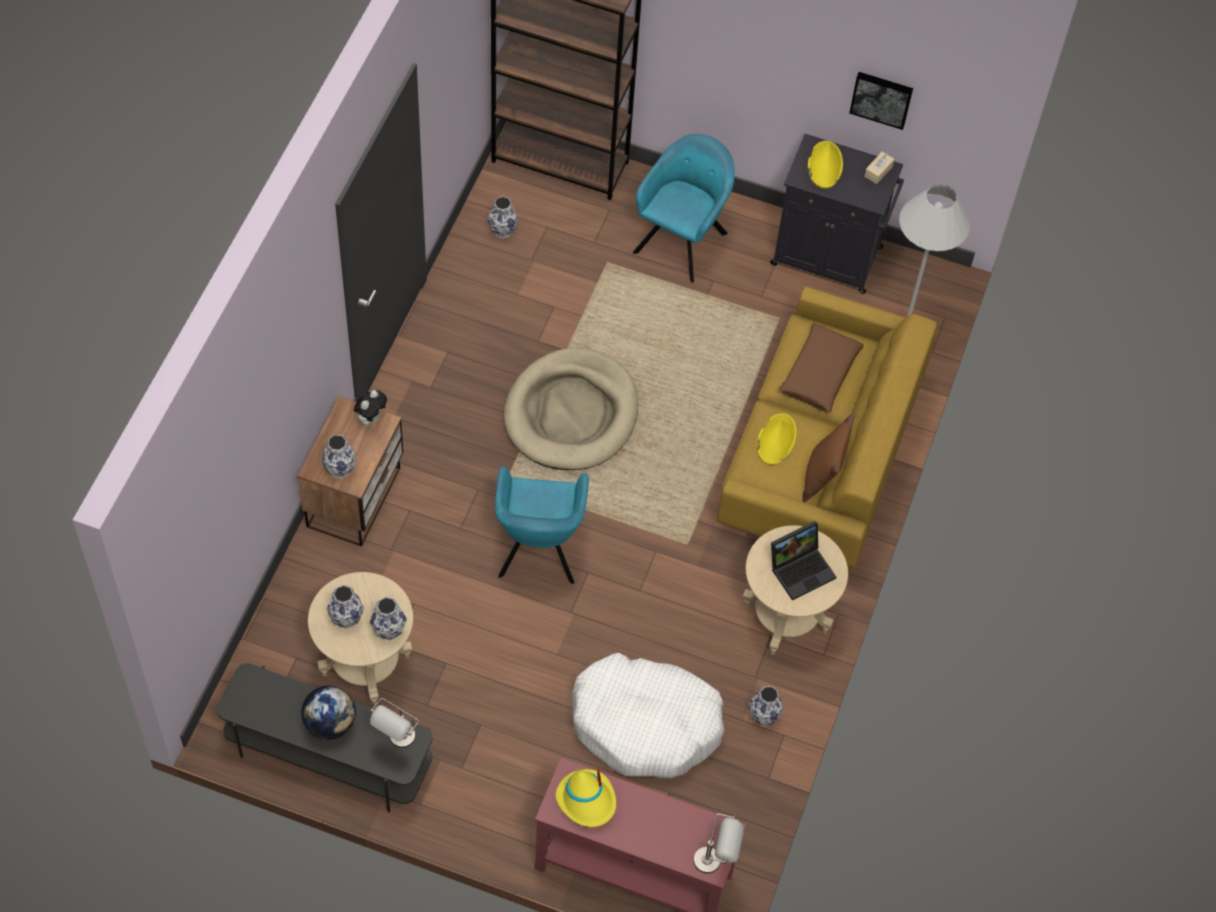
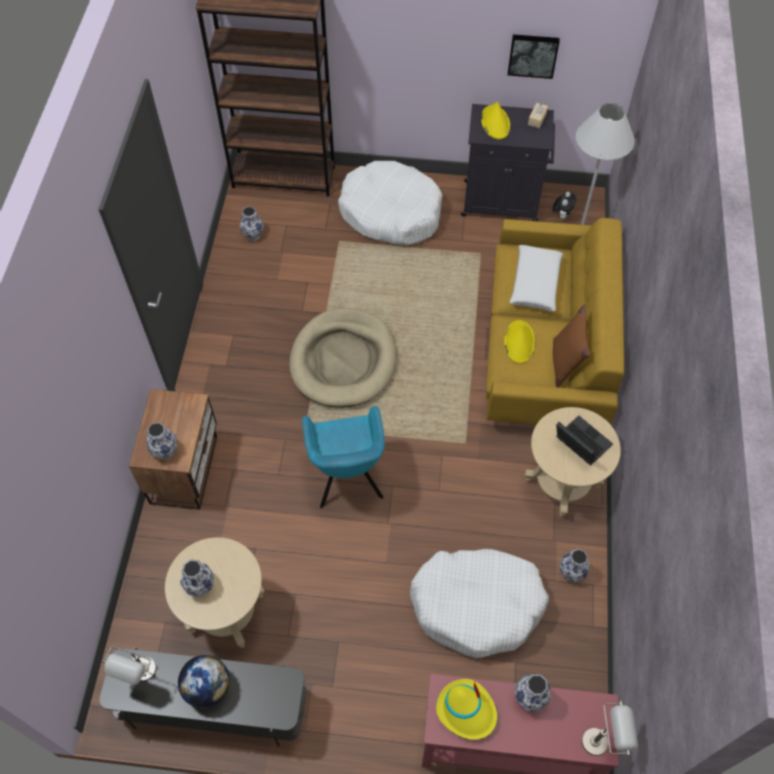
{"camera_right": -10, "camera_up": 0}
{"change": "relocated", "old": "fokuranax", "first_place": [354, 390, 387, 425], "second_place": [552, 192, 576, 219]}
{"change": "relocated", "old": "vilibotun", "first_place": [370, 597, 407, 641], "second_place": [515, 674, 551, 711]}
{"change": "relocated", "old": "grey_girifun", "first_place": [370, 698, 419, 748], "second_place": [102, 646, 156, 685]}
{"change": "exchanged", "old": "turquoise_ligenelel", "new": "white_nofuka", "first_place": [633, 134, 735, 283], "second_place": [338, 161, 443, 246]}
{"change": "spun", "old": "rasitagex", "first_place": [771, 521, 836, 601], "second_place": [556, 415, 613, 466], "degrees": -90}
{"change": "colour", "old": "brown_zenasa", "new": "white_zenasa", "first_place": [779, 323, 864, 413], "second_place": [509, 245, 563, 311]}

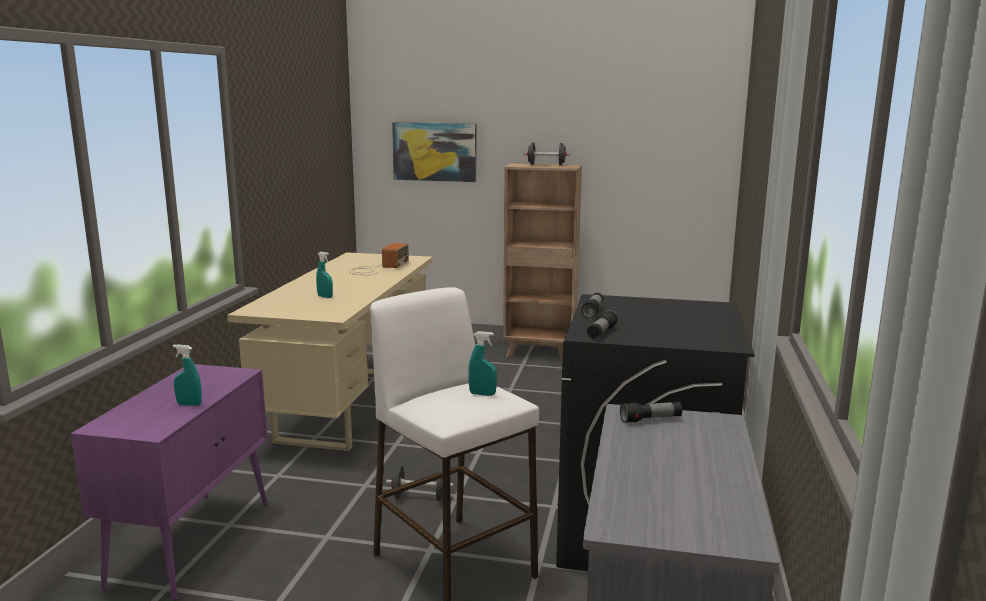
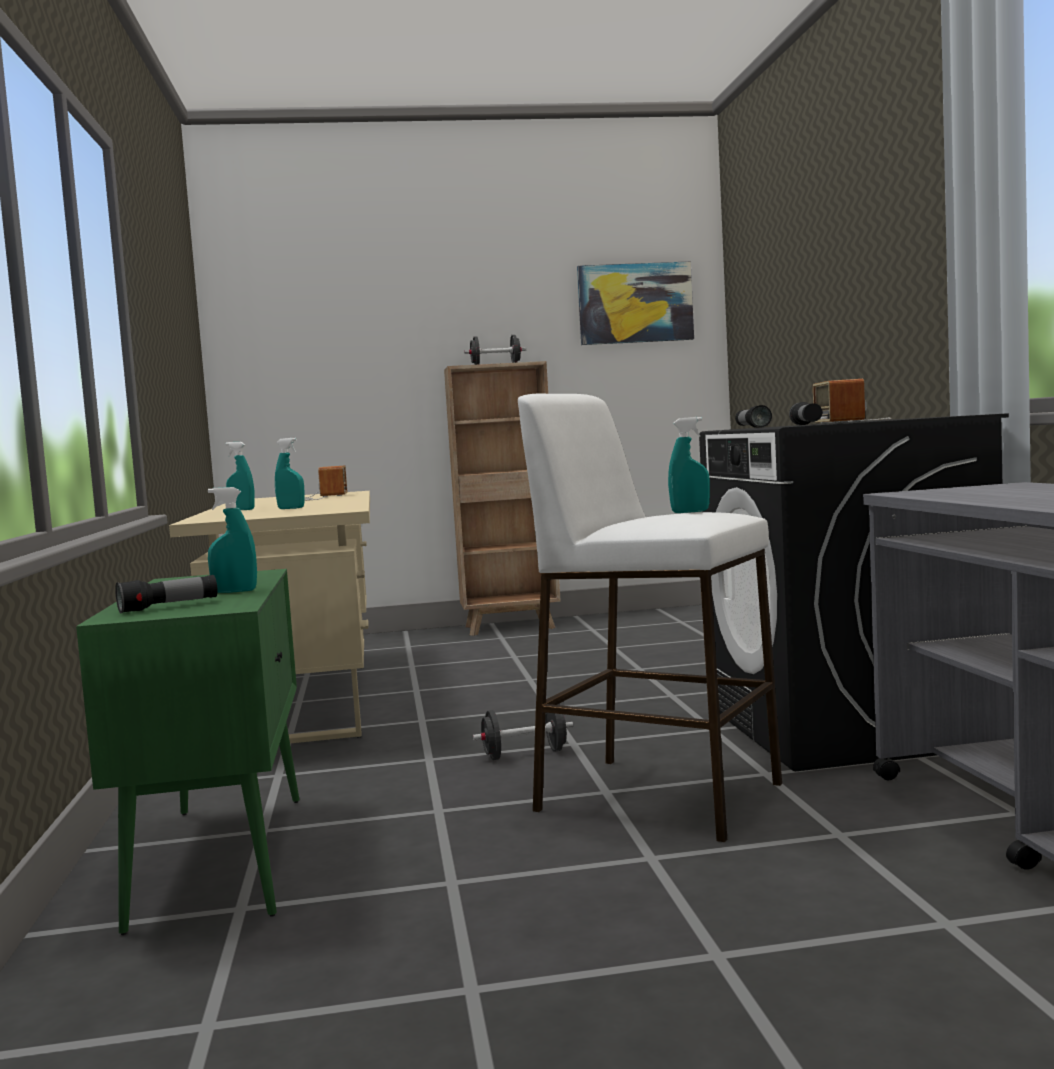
{"camera_right": -20, "camera_up": -10}
{"change": "colour", "old": "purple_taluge", "new": "green_taluge", "first_place": [71, 364, 268, 600], "second_place": [76, 569, 300, 935]}
{"change": "relocated", "old": "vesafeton", "first_place": [392, 122, 476, 182], "second_place": [577, 261, 694, 345]}
{"change": "relocated", "old": "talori", "first_place": [620, 401, 682, 423], "second_place": [115, 575, 217, 614]}
{"change": "appeared", "new": "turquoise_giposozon", "second_place": [226, 442, 254, 510]}
{"change": "appeared", "new": "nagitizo", "second_place": [813, 379, 892, 424]}

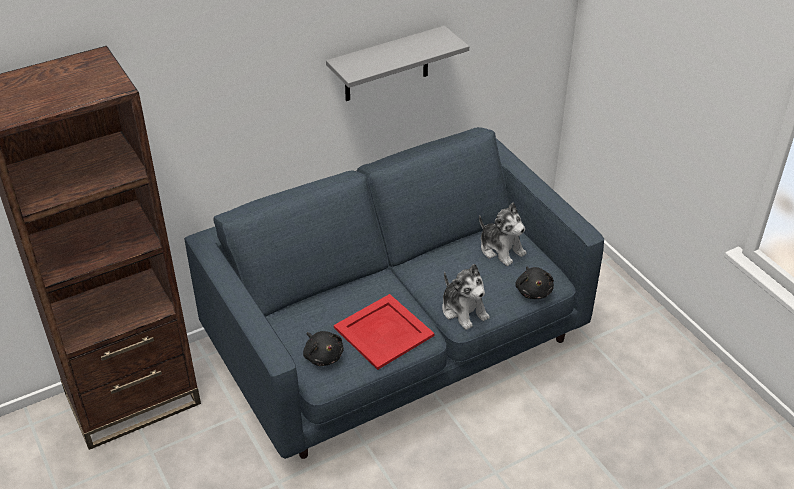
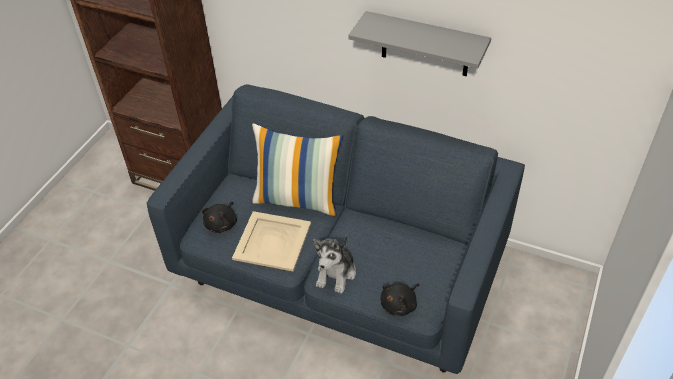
{"camera_right": 55, "camera_up": 5}
{"change": "colour", "old": "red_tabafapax", "new": "beige_tabafapax", "first_place": [334, 294, 434, 370], "second_place": [232, 211, 311, 272]}
{"change": "missing", "old": "fokuranax", "first_place": [479, 203, 527, 266]}
{"change": "appeared", "new": "zenasa", "second_place": [252, 123, 343, 216]}

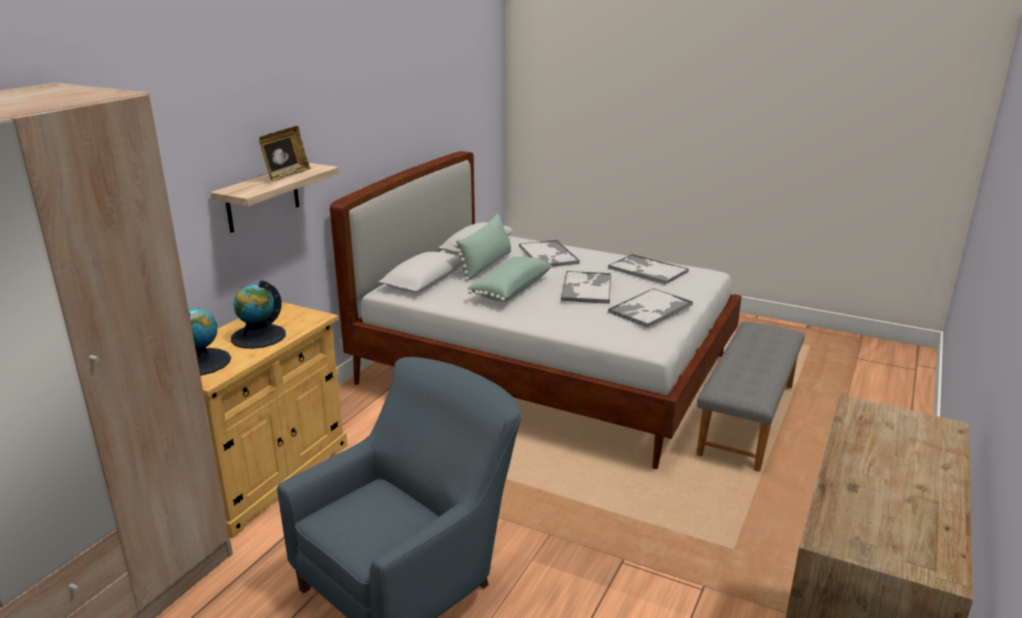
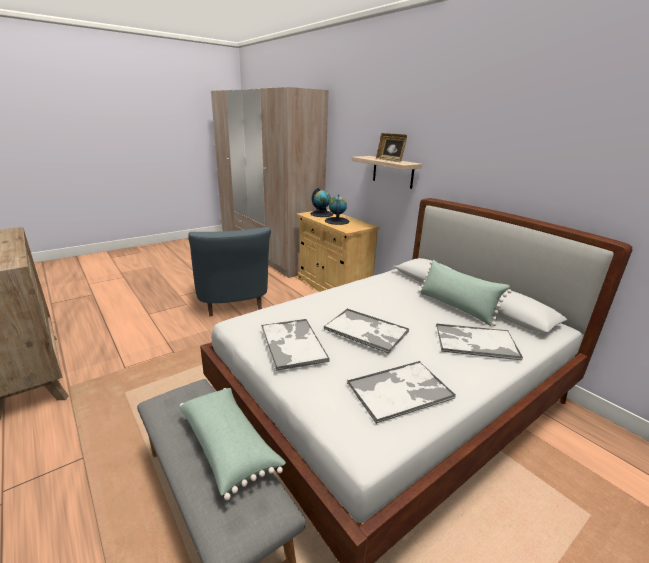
{"camera_right": 115, "camera_up": 0}
{"change": "relocated", "old": "green_zenasa", "first_place": [467, 256, 551, 302], "second_place": [179, 388, 286, 500]}

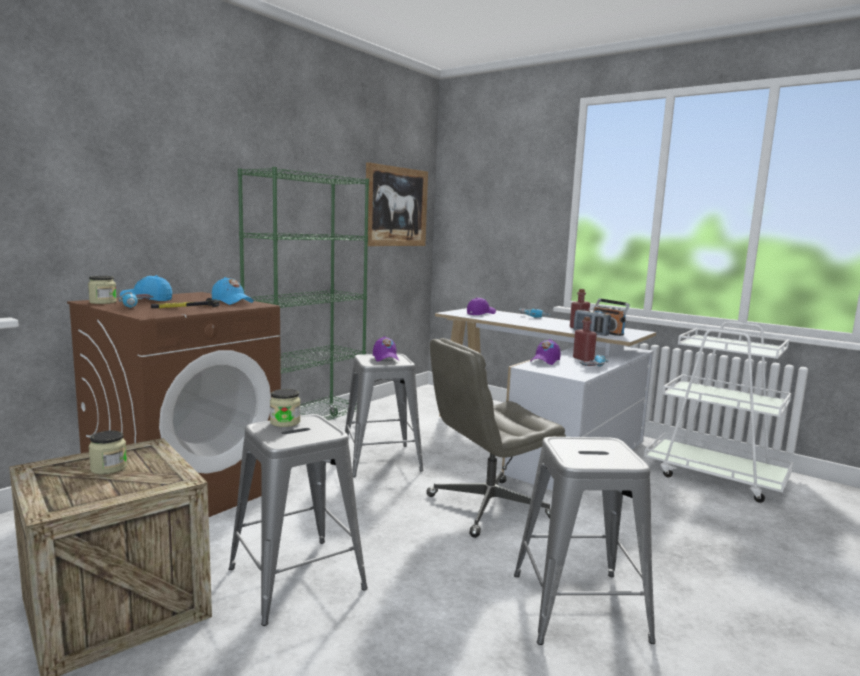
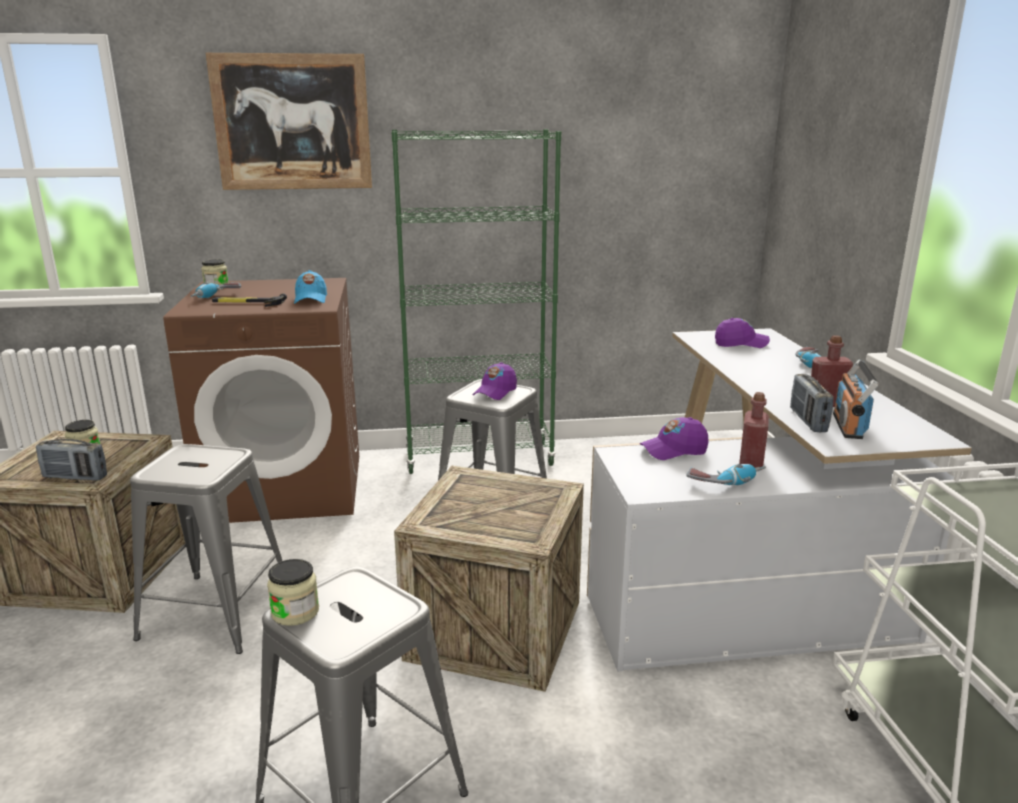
{"camera_right": 45, "camera_up": 10}
{"change": "missing", "old": "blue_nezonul", "first_place": [120, 275, 172, 301]}
{"change": "relocated", "old": "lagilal", "first_place": [270, 389, 300, 427], "second_place": [267, 559, 319, 626]}
{"change": "relocated", "old": "vesafeton", "first_place": [366, 162, 428, 246], "second_place": [206, 53, 372, 190]}
{"change": "exchanged", "old": "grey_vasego", "new": "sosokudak", "first_place": [426, 338, 566, 538], "second_place": [394, 466, 584, 692]}
{"change": "appeared", "new": "nagitizo", "second_place": [36, 439, 107, 481]}

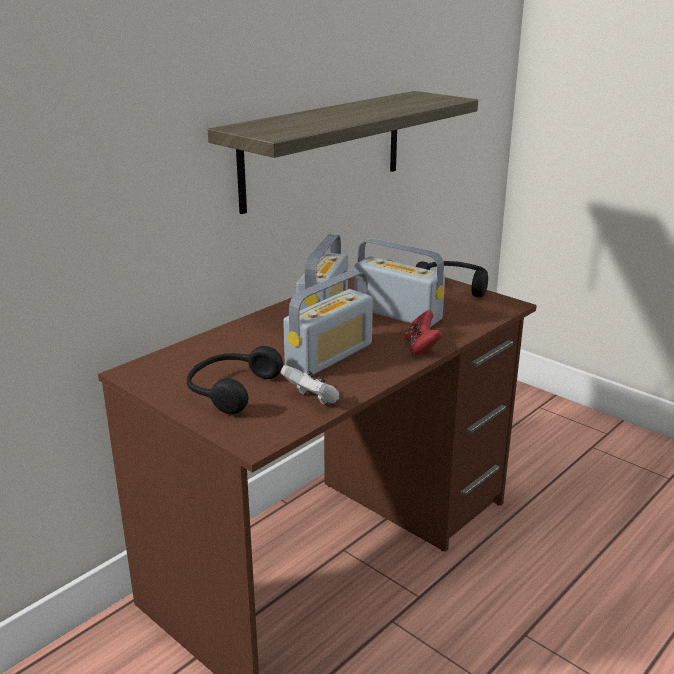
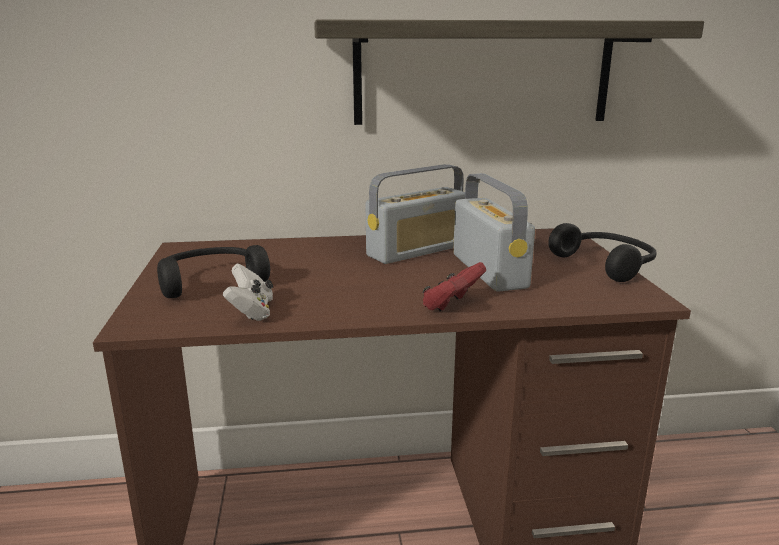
{"camera_right": 40, "camera_up": -5}
{"change": "missing", "old": "nagitizo", "first_place": [283, 270, 373, 375]}

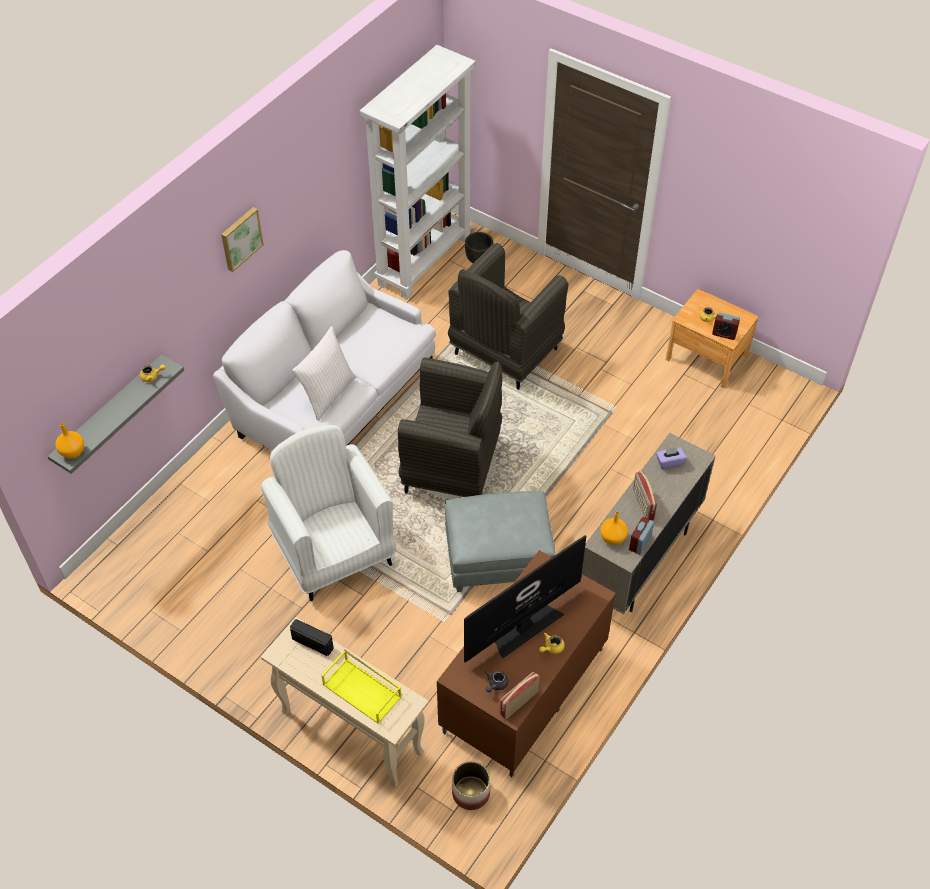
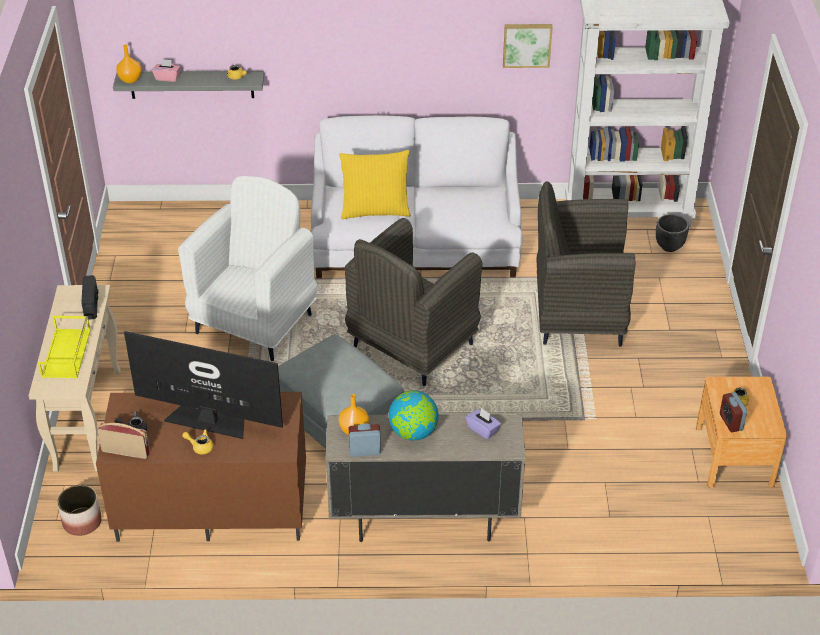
{"camera_right": 55, "camera_up": -10}
{"change": "relocated", "old": "vesafeton", "first_place": [221, 207, 264, 272], "second_place": [503, 24, 553, 68]}
{"change": "colour", "old": "white_zenasa", "new": "yellow_zenasa", "first_place": [292, 326, 356, 421], "second_place": [339, 150, 411, 219]}
{"change": "spun", "old": "grey_ligenelel", "first_place": [398, 358, 502, 497], "second_place": [345, 218, 482, 386], "degrees": 60}
{"change": "exchanged", "old": "nagitizo", "new": "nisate", "first_place": [633, 471, 657, 520], "second_place": [389, 390, 439, 441]}
{"change": "appeared", "new": "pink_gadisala", "second_place": [152, 59, 181, 82]}

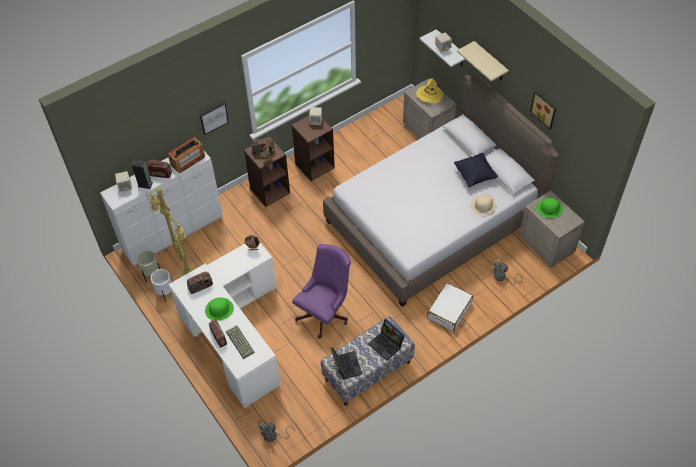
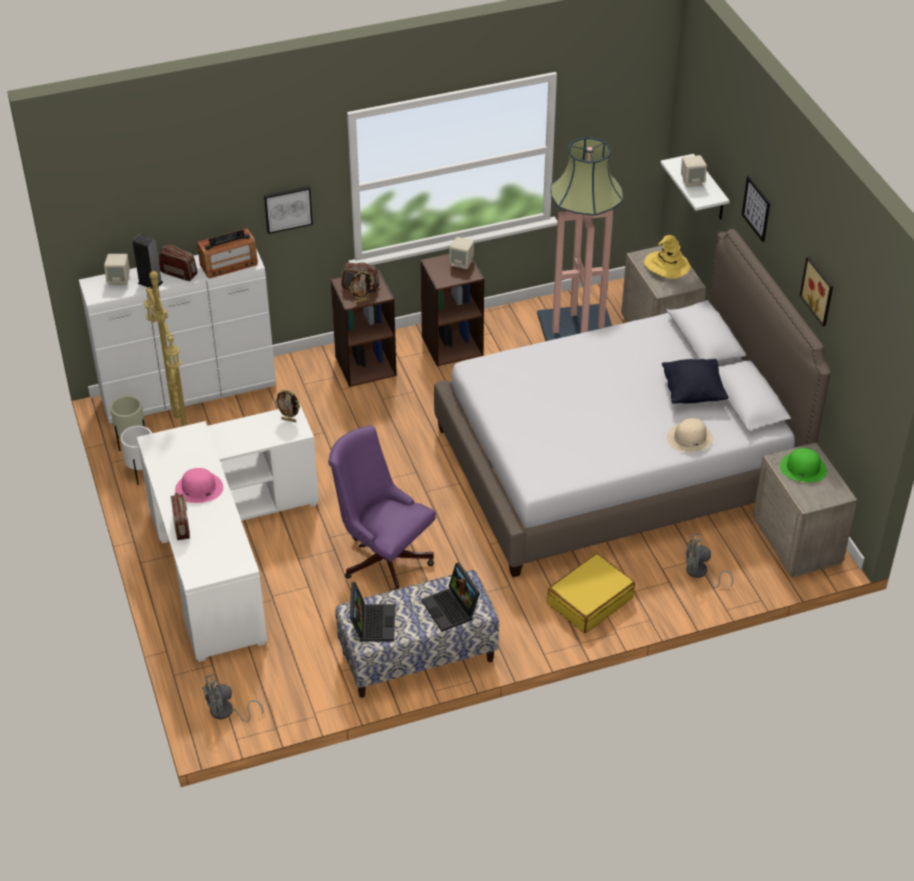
{"camera_right": 15, "camera_up": -10}
{"change": "missing", "old": "nagitizo", "first_place": [187, 271, 213, 294]}
{"change": "colour", "old": "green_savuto", "new": "pink_savuto", "first_place": [205, 298, 234, 321], "second_place": [175, 468, 223, 503]}
{"change": "missing", "old": "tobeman", "first_place": [226, 325, 255, 359]}
{"change": "spun", "old": "purple_vasego", "first_place": [292, 244, 351, 339], "second_place": [328, 425, 436, 590], "degrees": -105}
{"change": "colour", "old": "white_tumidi", "new": "yellow_tumidi", "first_place": [427, 283, 473, 332], "second_place": [547, 554, 635, 633]}
{"change": "exchanged", "old": "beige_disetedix", "new": "vesafeton", "first_place": [457, 41, 509, 81], "second_place": [742, 176, 770, 242]}
{"change": "appeared", "new": "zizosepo", "second_place": [537, 137, 623, 341]}

